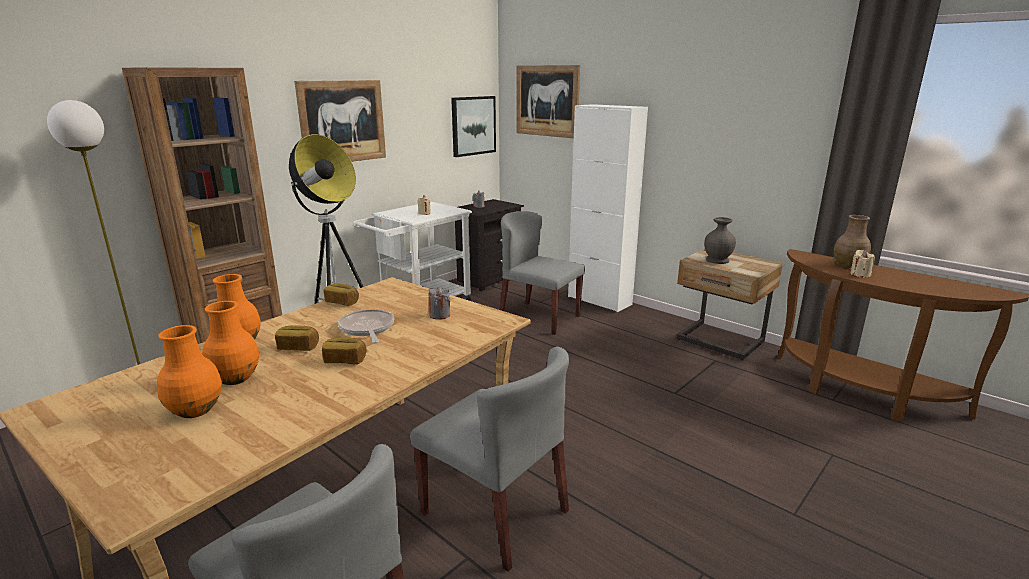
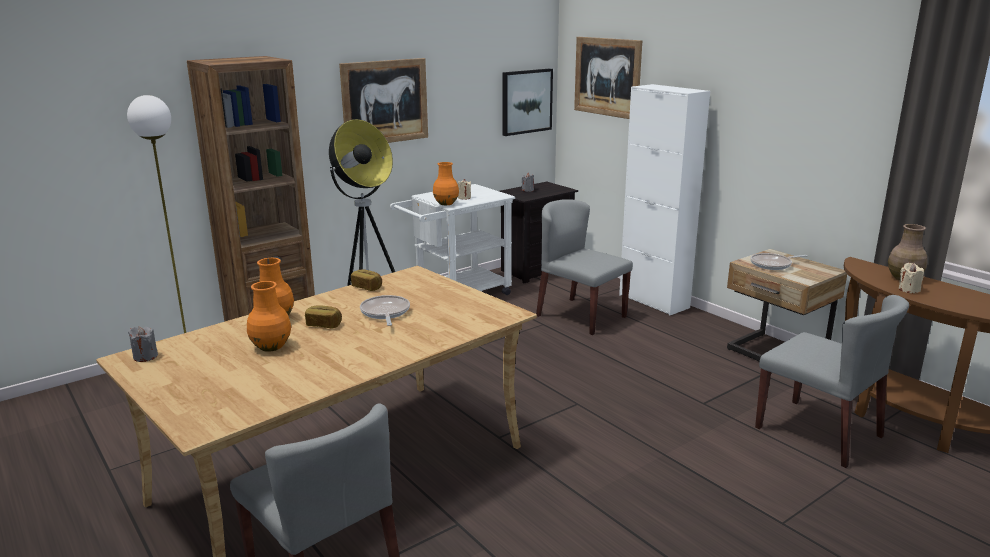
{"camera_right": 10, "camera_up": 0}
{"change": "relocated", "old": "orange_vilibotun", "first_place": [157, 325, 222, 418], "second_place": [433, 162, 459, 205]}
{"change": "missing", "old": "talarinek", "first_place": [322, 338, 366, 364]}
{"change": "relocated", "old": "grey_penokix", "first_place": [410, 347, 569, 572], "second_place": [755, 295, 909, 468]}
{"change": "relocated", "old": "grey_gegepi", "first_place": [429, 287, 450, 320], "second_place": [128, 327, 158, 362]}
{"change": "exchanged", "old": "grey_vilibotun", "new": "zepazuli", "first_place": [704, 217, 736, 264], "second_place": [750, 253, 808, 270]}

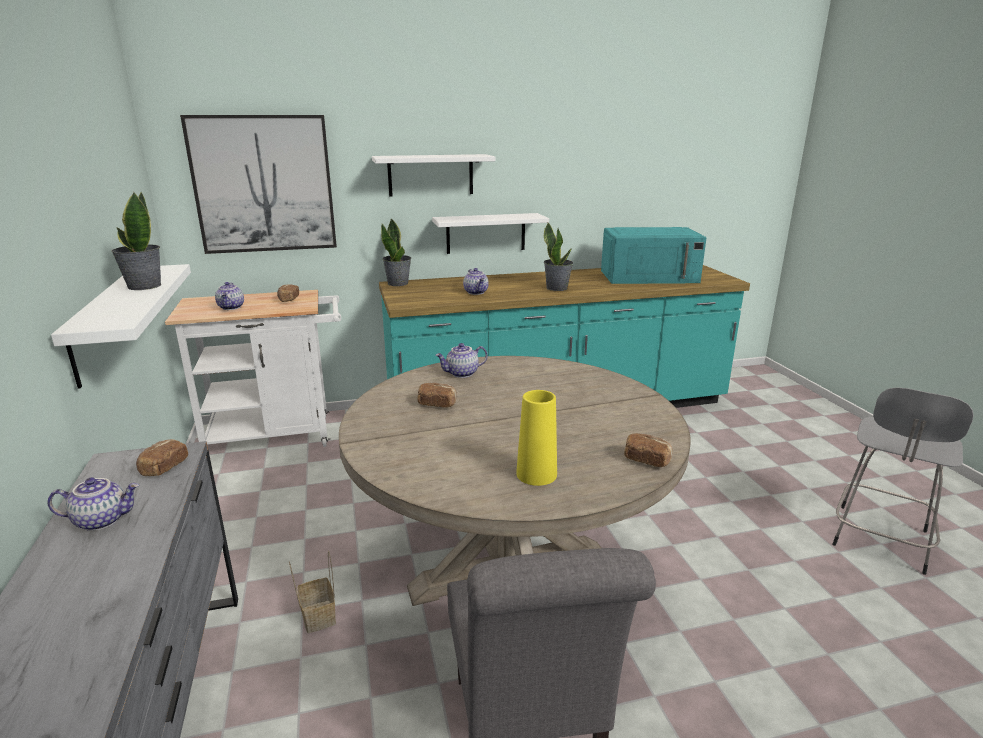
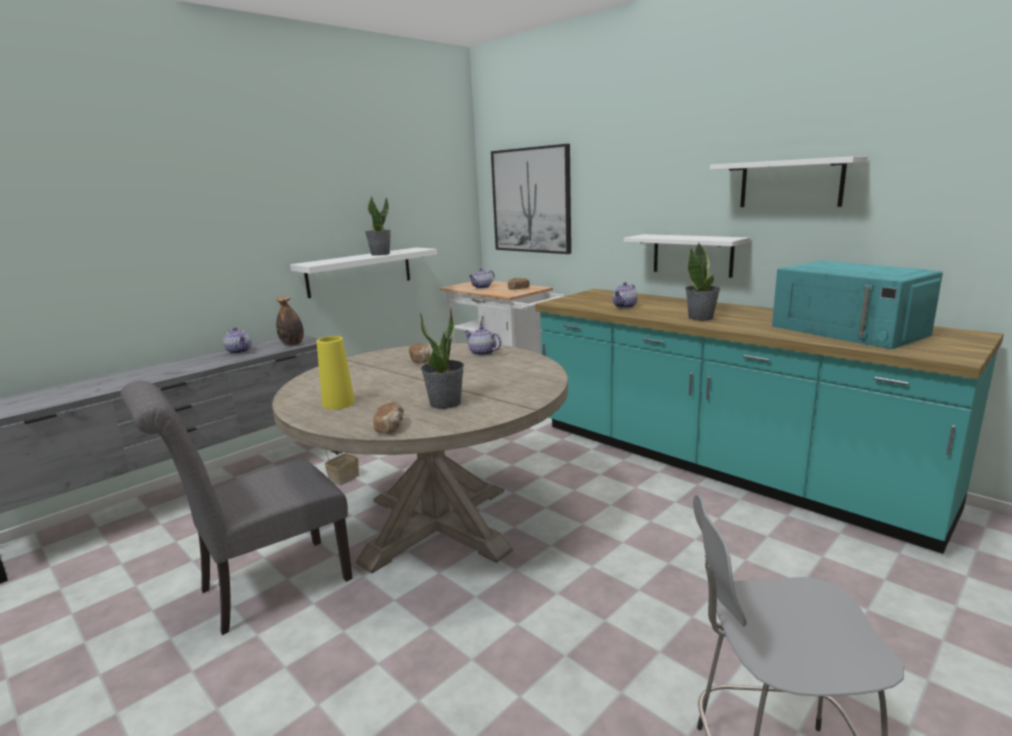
{"camera_right": 60, "camera_up": -5}
{"change": "exchanged", "old": "talarinek", "new": "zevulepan", "first_place": [136, 439, 188, 476], "second_place": [276, 296, 304, 346]}
{"change": "relocated", "old": "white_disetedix", "first_place": [372, 154, 495, 197], "second_place": [710, 156, 868, 207]}
{"change": "relocated", "old": "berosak", "first_place": [381, 218, 411, 286], "second_place": [420, 307, 464, 409]}

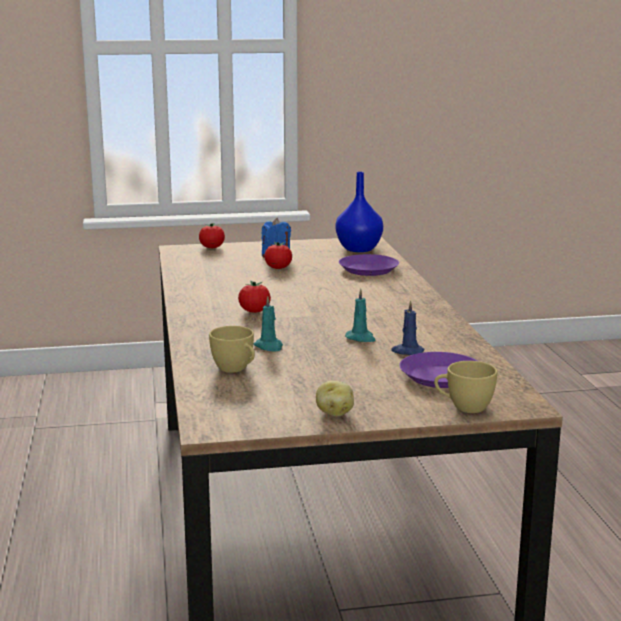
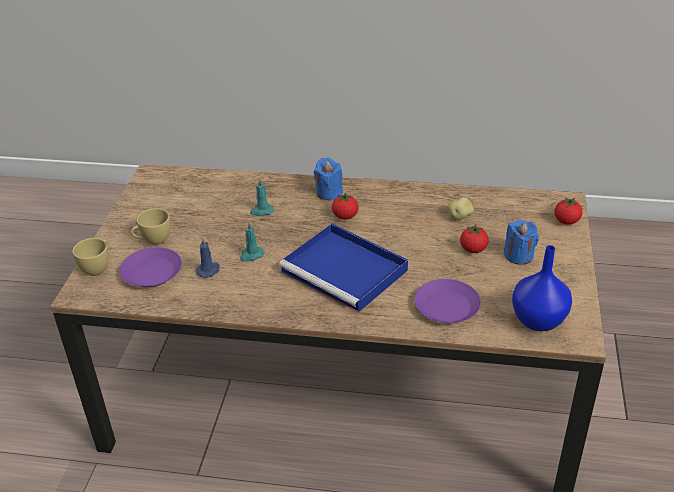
{"camera_right": 110, "camera_up": 20}
{"change": "relocated", "old": "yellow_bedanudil", "first_place": [209, 326, 255, 373], "second_place": [131, 208, 170, 245]}
{"change": "relocated", "old": "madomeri", "first_place": [316, 381, 354, 417], "second_place": [448, 197, 474, 220]}
{"change": "appeared", "new": "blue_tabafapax", "second_place": [279, 223, 408, 313]}
{"change": "appeared", "new": "blue_gegepi", "second_place": [314, 157, 343, 200]}

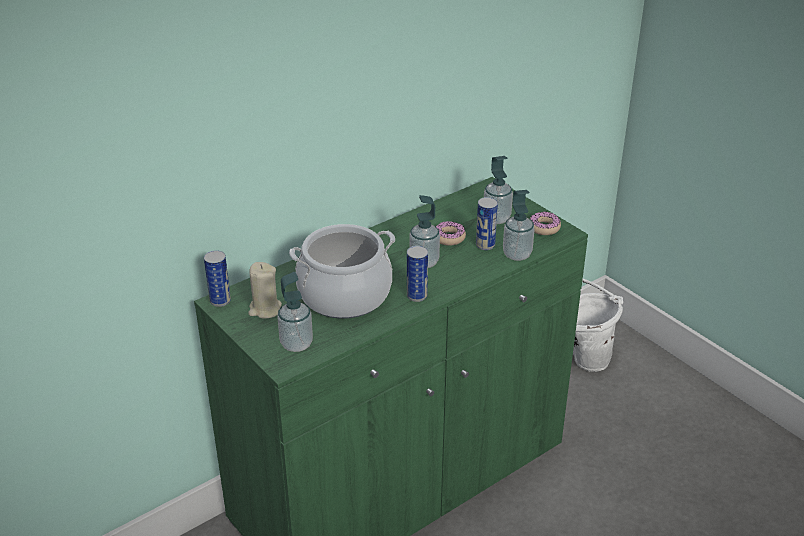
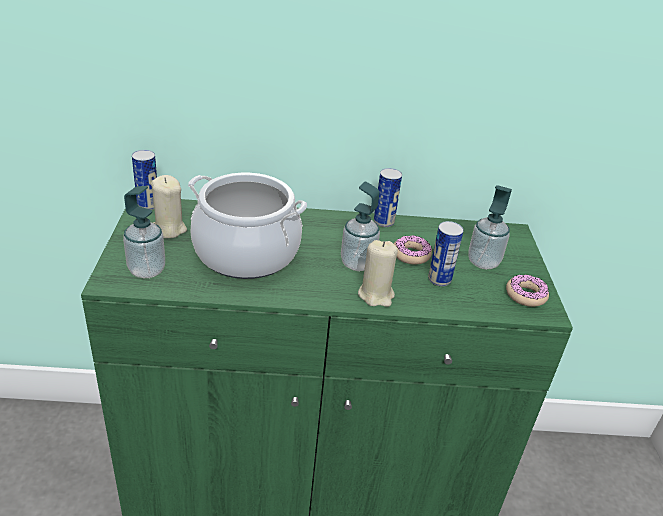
{"camera_right": 35, "camera_up": 0}
{"change": "relocated", "old": "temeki", "first_place": [407, 246, 428, 302], "second_place": [374, 168, 402, 227]}
{"change": "missing", "old": "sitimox", "first_place": [503, 190, 535, 261]}
{"change": "missing", "old": "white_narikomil", "first_place": [573, 279, 623, 372]}
{"change": "appeared", "new": "beige_gegepi", "second_place": [358, 240, 398, 307]}

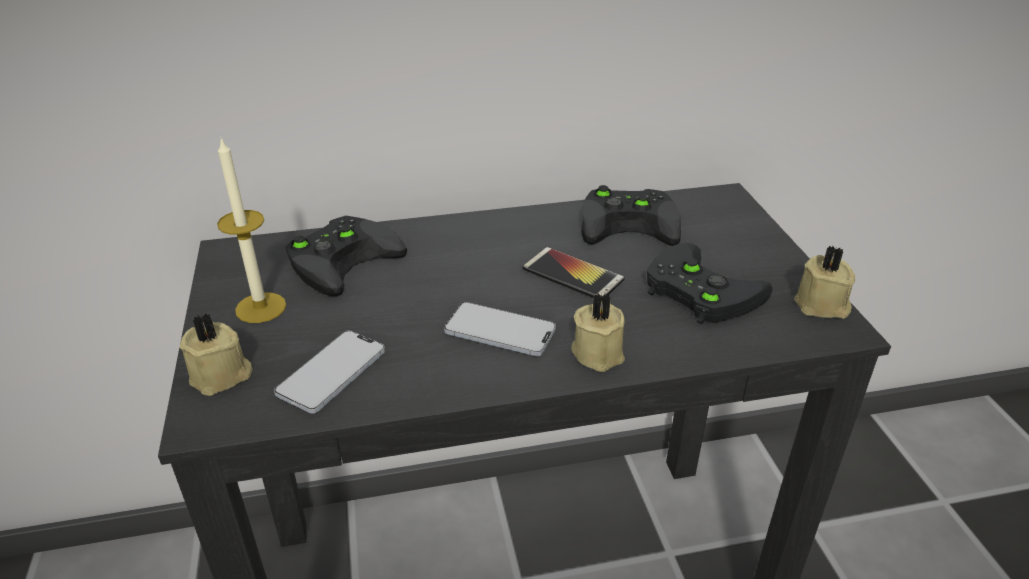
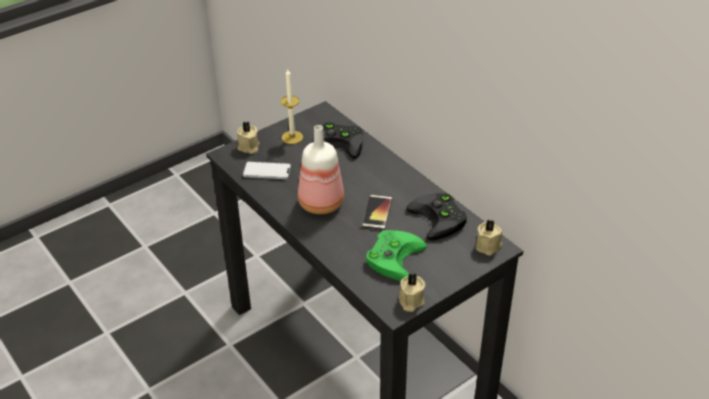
{"camera_right": 65, "camera_up": 5}
{"change": "exchanged", "old": "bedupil", "new": "zevulepan", "first_place": [444, 302, 556, 356], "second_place": [298, 125, 344, 214]}
{"change": "relocated", "old": "beige_gegepi", "first_place": [571, 293, 625, 372], "second_place": [476, 219, 502, 255]}
{"change": "colour", "old": "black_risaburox", "new": "green_risaburox", "first_place": [647, 243, 773, 325], "second_place": [366, 230, 427, 281]}

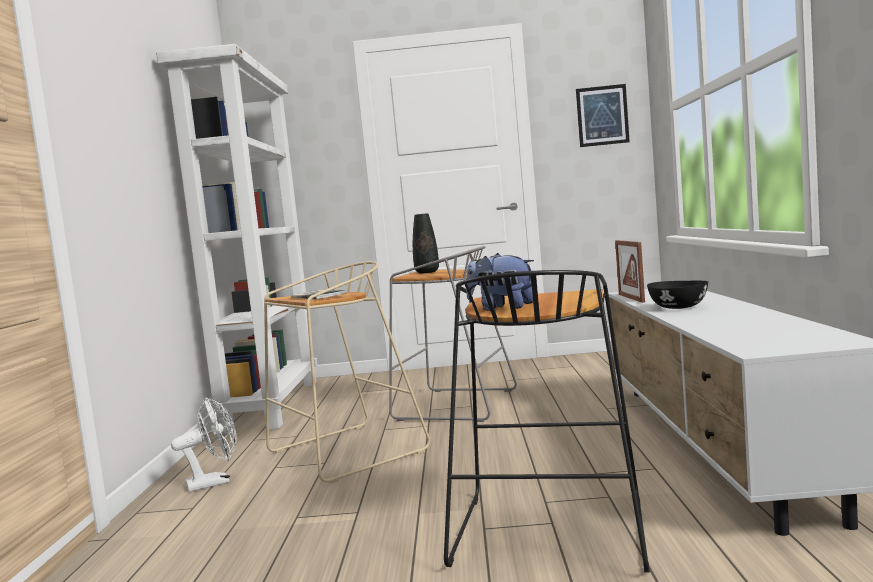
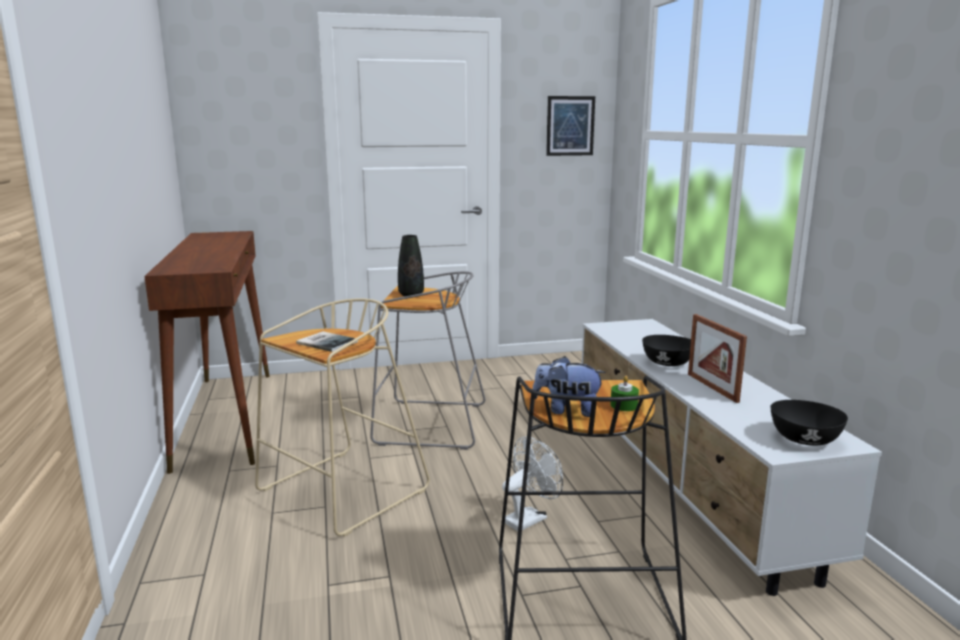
{"camera_right": -15, "camera_up": 10}
{"change": "exchanged", "old": "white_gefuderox", "new": "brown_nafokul", "first_place": [156, 44, 318, 434], "second_place": [144, 231, 270, 474]}
{"change": "relocated", "old": "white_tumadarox", "first_place": [171, 397, 237, 492], "second_place": [502, 436, 563, 531]}
{"change": "relocated", "old": "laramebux", "first_place": [615, 240, 645, 303], "second_place": [688, 314, 747, 403]}
{"change": "appeared", "new": "green_gegepi", "second_place": [610, 376, 639, 411]}
{"change": "appeared", "new": "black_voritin", "second_place": [770, 400, 848, 446]}

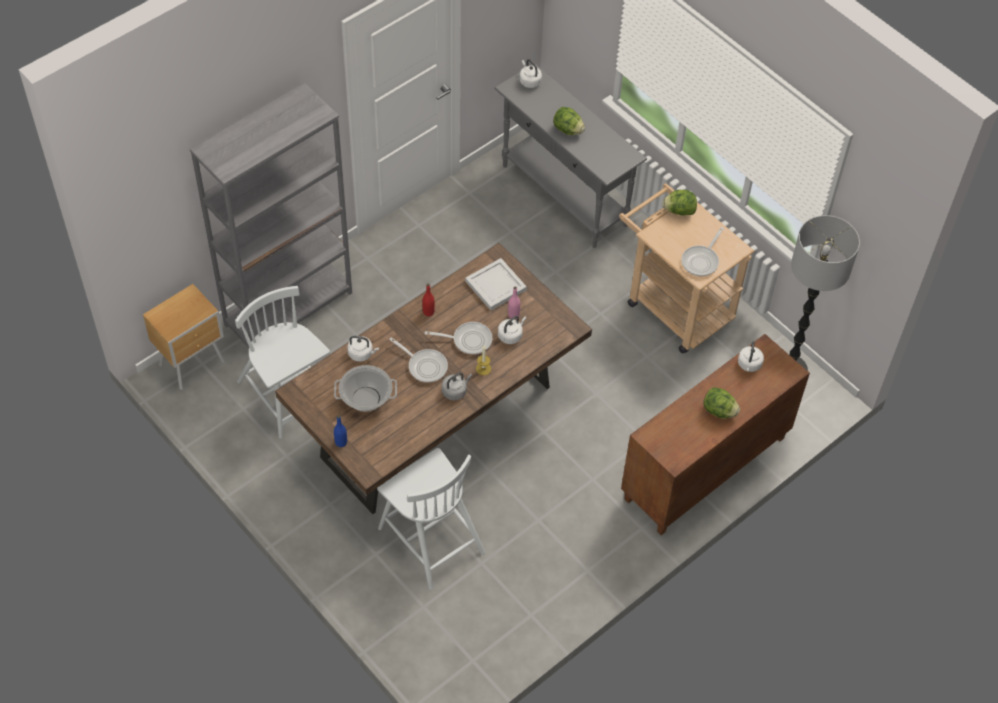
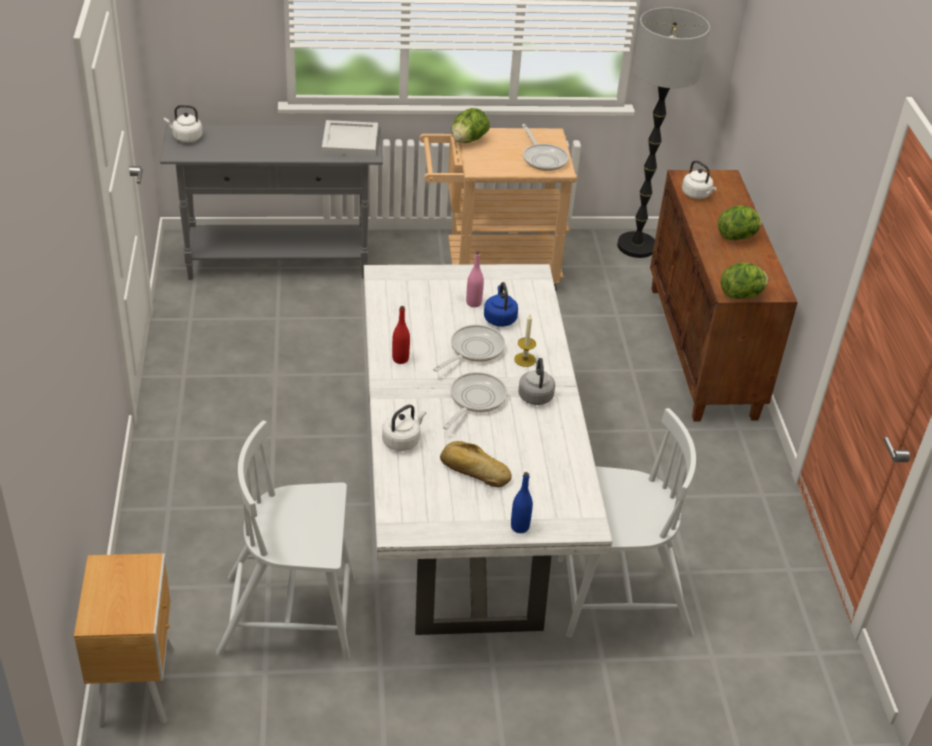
{"camera_right": -55, "camera_up": -15}
{"change": "missing", "old": "grey_gefuderox", "first_place": [190, 83, 352, 348]}
{"change": "colour", "old": "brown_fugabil", "new": "white_fugabil", "first_place": [275, 243, 592, 514], "second_place": [364, 264, 612, 635]}
{"change": "exchanged", "old": "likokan", "new": "talarinek", "first_place": [334, 365, 397, 412], "second_place": [440, 441, 512, 487]}
{"change": "spun", "old": "zepazuli", "first_place": [389, 337, 448, 383], "second_place": [443, 372, 507, 429], "degrees": -45}
{"change": "relocated", "old": "white_tabafapax", "first_place": [465, 258, 527, 310], "second_place": [322, 120, 378, 156]}
{"change": "colour", "old": "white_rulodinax", "new": "blue_rulodinax", "first_place": [498, 316, 526, 344], "second_place": [484, 282, 518, 327]}
{"change": "relocated", "old": "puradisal", "first_place": [553, 107, 585, 135], "second_place": [721, 263, 768, 299]}

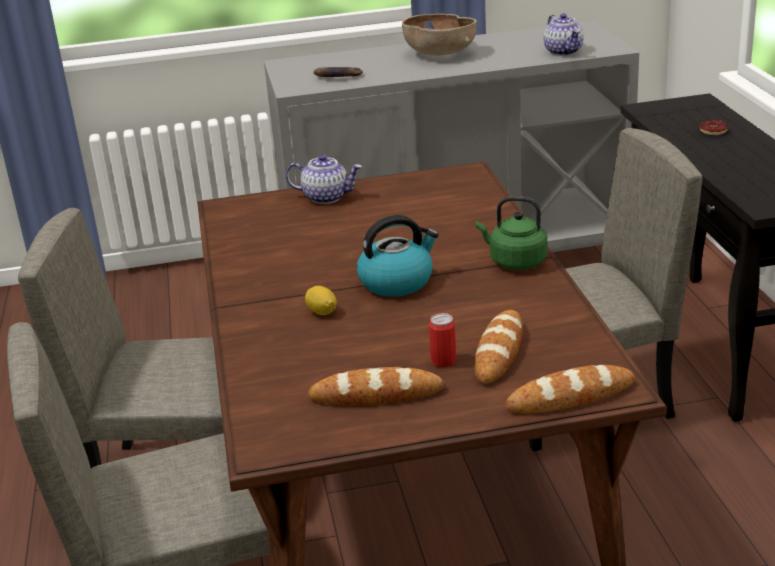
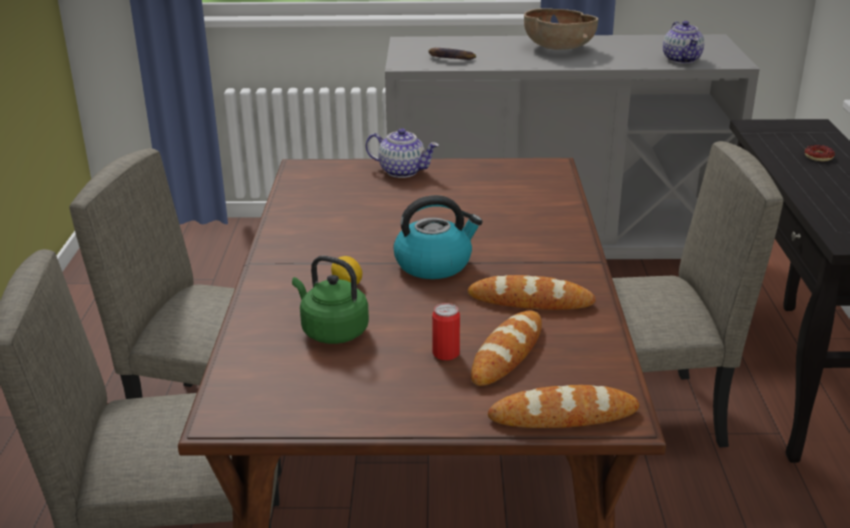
{"camera_right": 10, "camera_up": 0}
{"change": "relocated", "old": "talarinek", "first_place": [308, 367, 445, 405], "second_place": [468, 275, 596, 310]}
{"change": "relocated", "old": "green_rulodinax", "first_place": [476, 196, 547, 270], "second_place": [292, 255, 369, 344]}

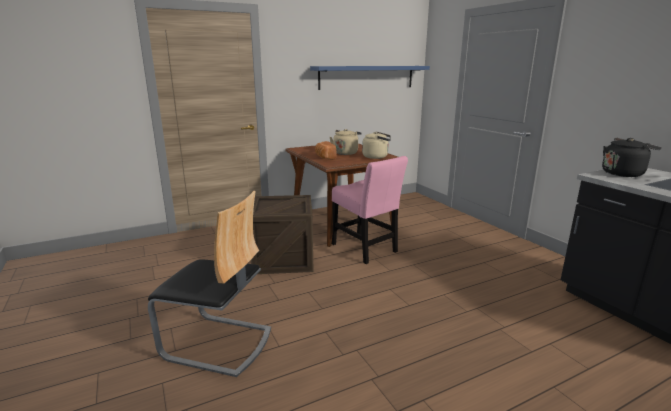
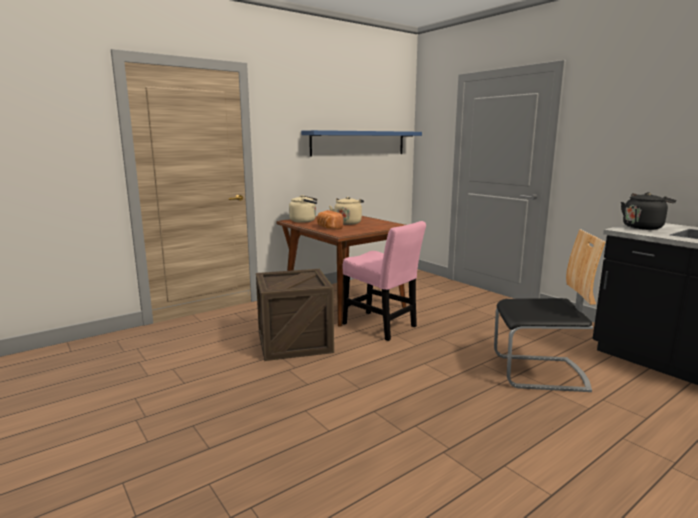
{"camera_right": -10, "camera_up": -5}
{"change": "relocated", "old": "penokix", "first_place": [148, 191, 271, 377], "second_place": [494, 229, 605, 392]}
{"change": "relocated", "old": "beige_rulodinax", "first_place": [362, 132, 391, 159], "second_place": [289, 195, 318, 223]}

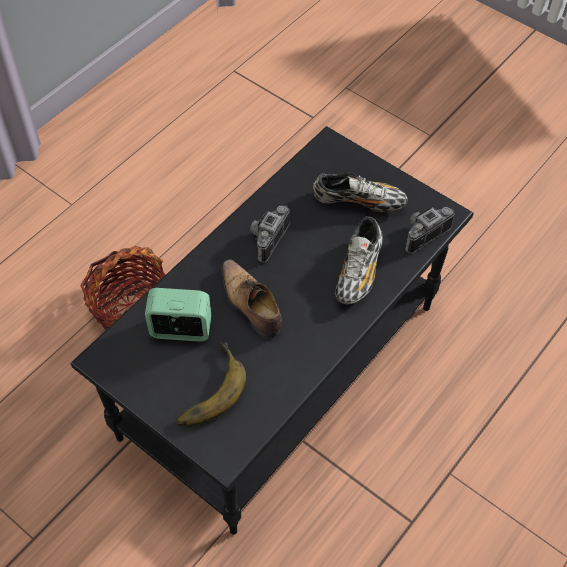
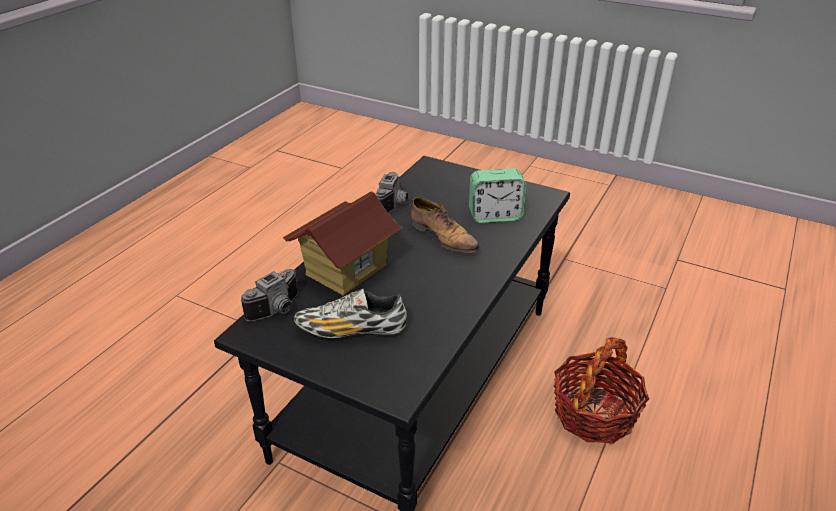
{"camera_right": 170, "camera_up": -20}
{"change": "missing", "old": "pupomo", "first_place": [176, 342, 246, 426]}
{"change": "relocated", "old": "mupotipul", "first_place": [250, 205, 290, 262], "second_place": [376, 172, 408, 213]}
{"change": "exchanged", "old": "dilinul", "new": "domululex", "first_place": [335, 216, 383, 305], "second_place": [283, 192, 402, 296]}

